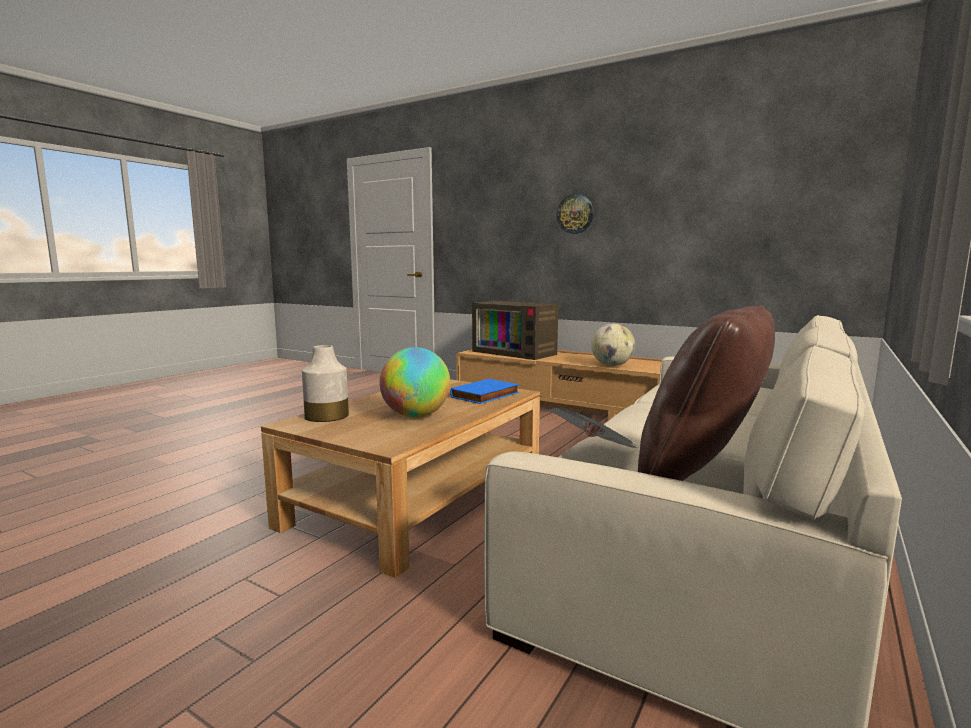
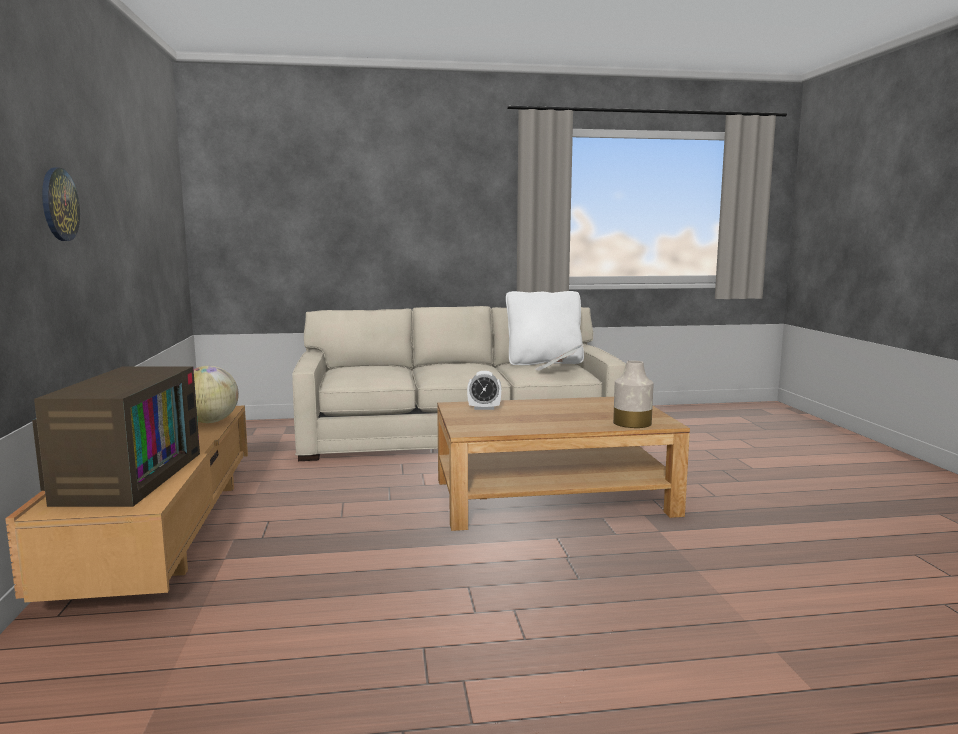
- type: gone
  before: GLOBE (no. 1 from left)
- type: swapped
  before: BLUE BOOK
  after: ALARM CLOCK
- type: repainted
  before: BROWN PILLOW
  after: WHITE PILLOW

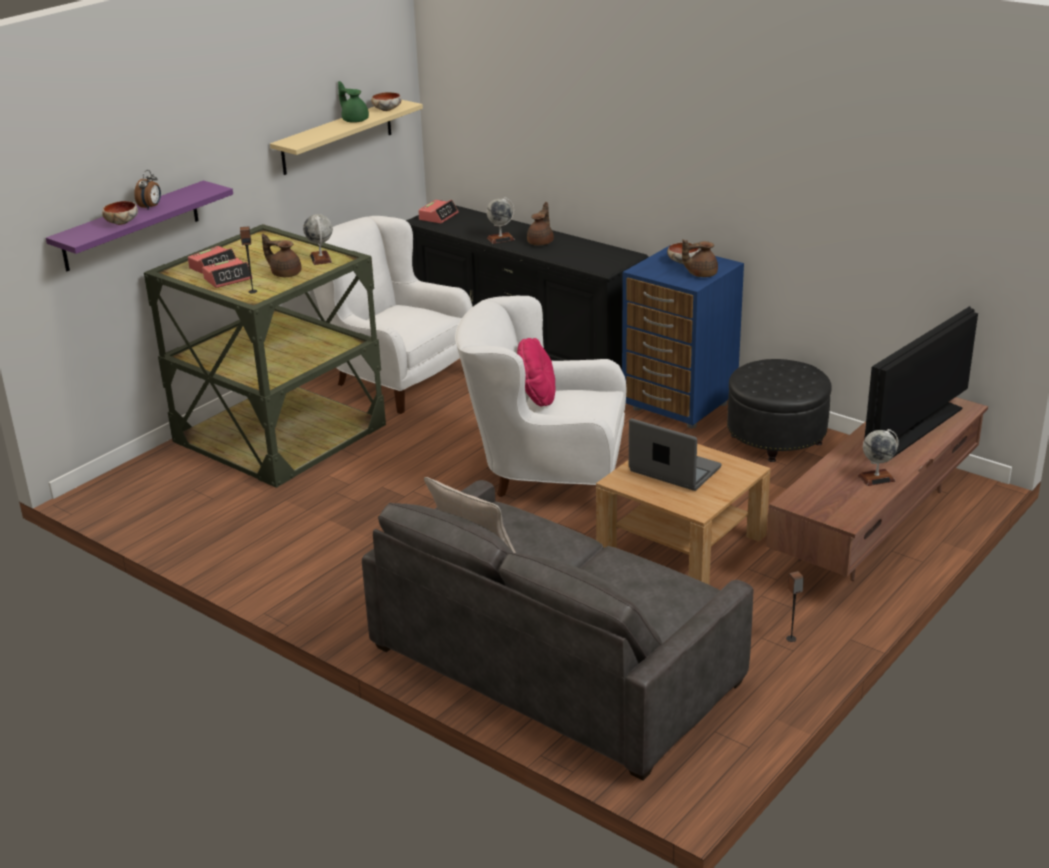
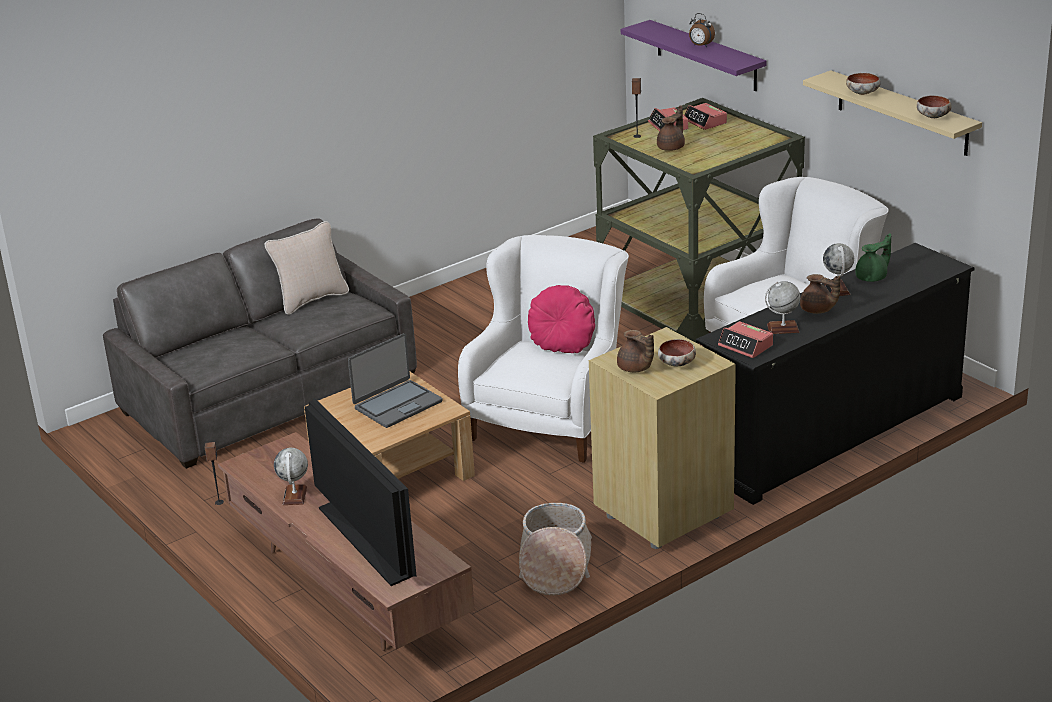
- type: shifted
  before: BOWL (no. 1 from left in the first image)
  after: BOWL (no. 2 from left)
- type: shifted
  before: GLOBE (no. 1 from left in the first image)
  after: GLOBE (no. 2 from left)
- type: shifted
  before: GREEN TEAPOT
- type: shifted
  before: ALARM CLOCK (no. 4 from left)
- type: repainted
  before: BLUE DRESSER
  after: BROWN DRESSER
- type: rotated
  before: BROWN TEAPOT (no. 3 from left in the first image)
  turn: 135
- type: swapped
  before: BLACK OTTOMAN
  after: BASKET

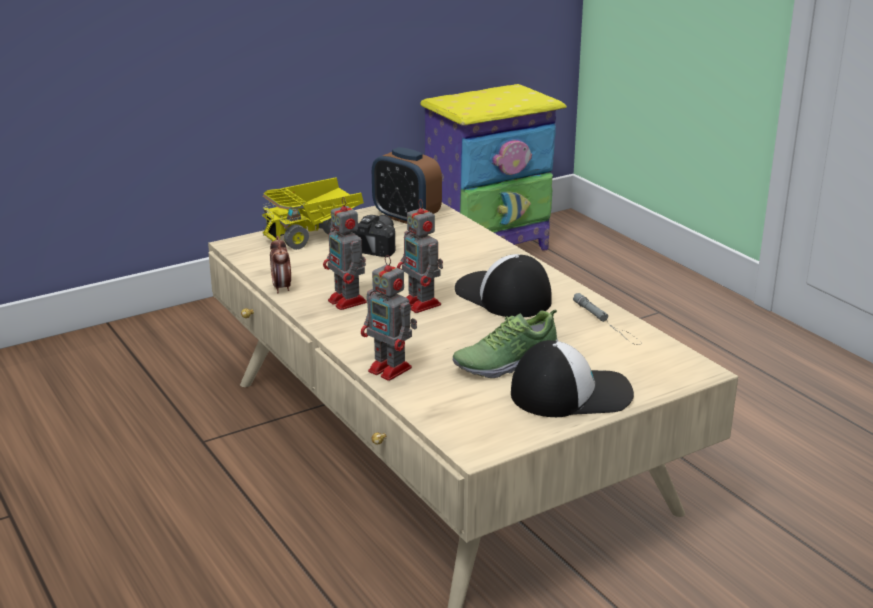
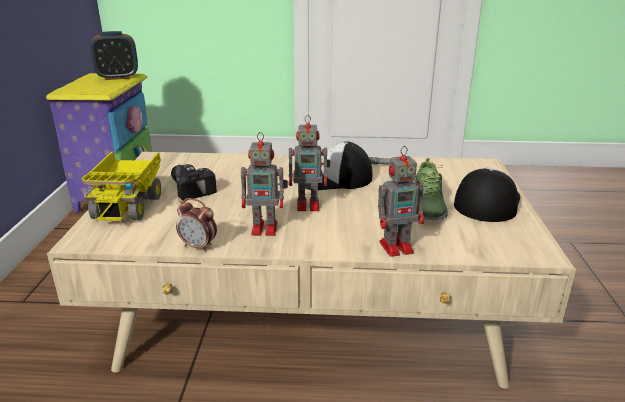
- type: shifted
  before: ALARM CLOCK (no. 2 from left in the first image)
  after: ALARM CLOCK (no. 1 from left)

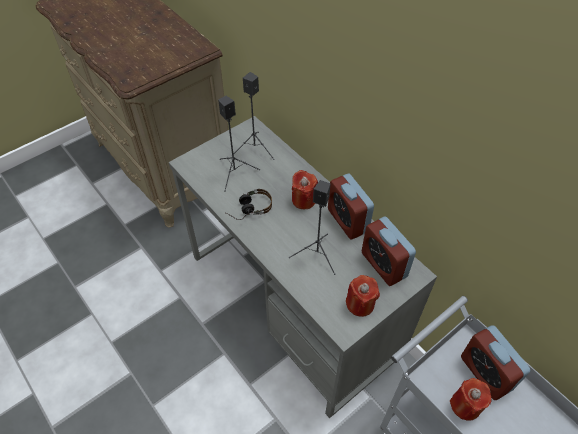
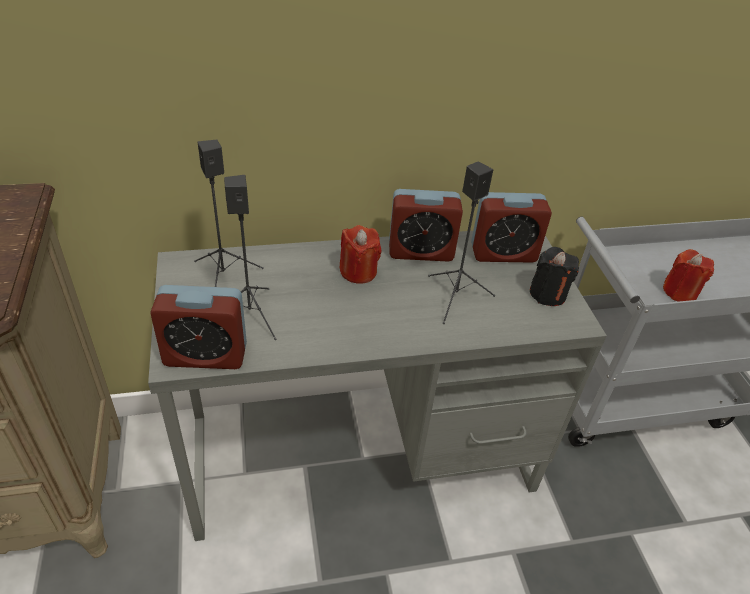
- type: gone
  before: HEADPHONES
- type: repainted
  before: RED CANDLE (no. 2 from left)
  after: BLACK CANDLE
- type: shifted
  before: ALARM CLOCK (no. 3 from left in the first image)
  after: ALARM CLOCK (no. 1 from left)

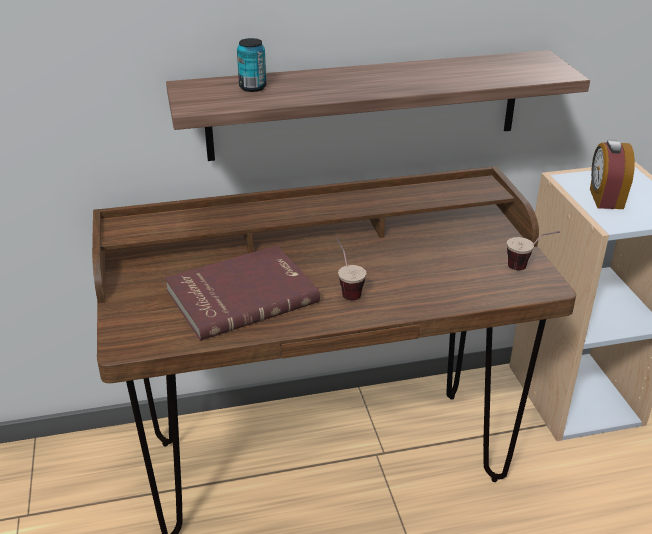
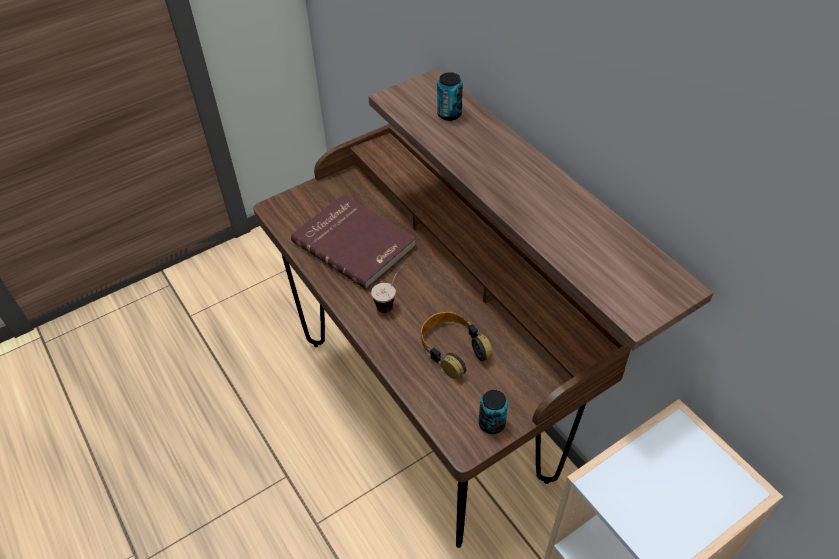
- type: swapped
  before: CUP (no. 2 from left)
  after: CAN (no. 2 from left)
- type: gone
  before: ALARM CLOCK
- type: new
  after: HEADPHONES

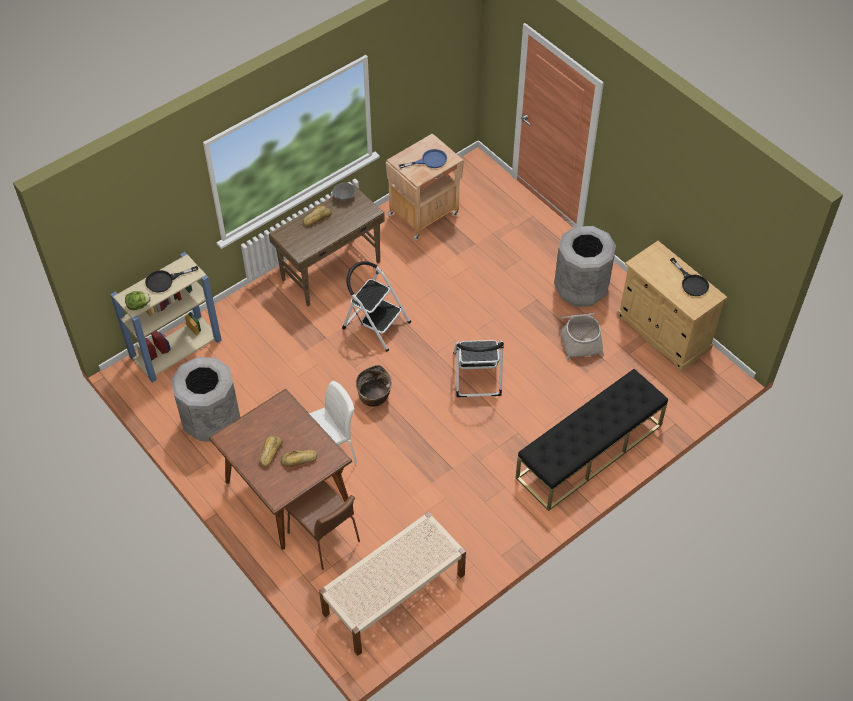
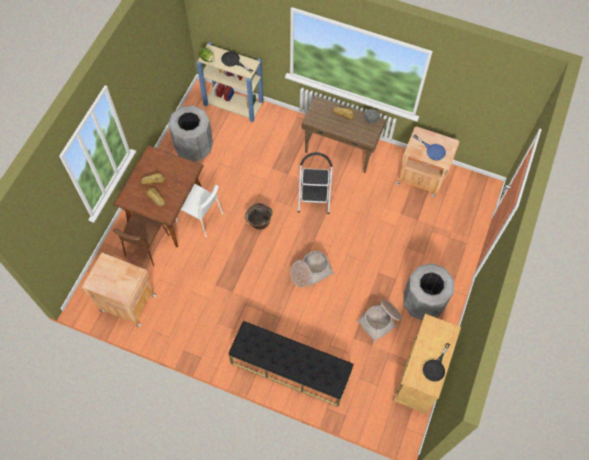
- type: swapped
  before: BEIGE BENCH
  after: BROWN CART (no. 1 from left)
- type: swapped
  before: STEP LADDER (no. 2 from left)
  after: BASKET (no. 2 from left)

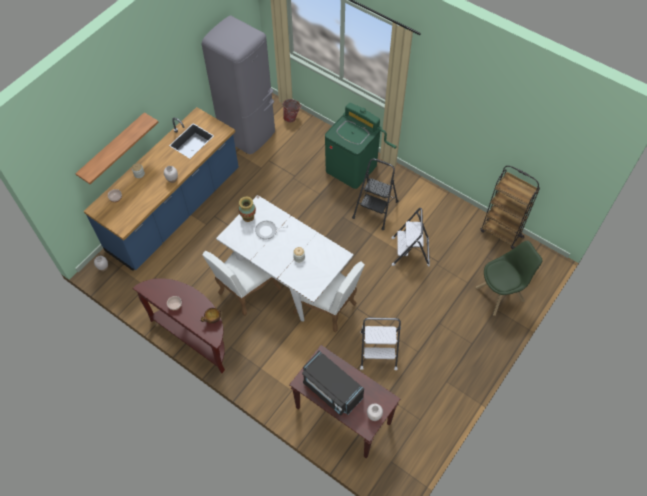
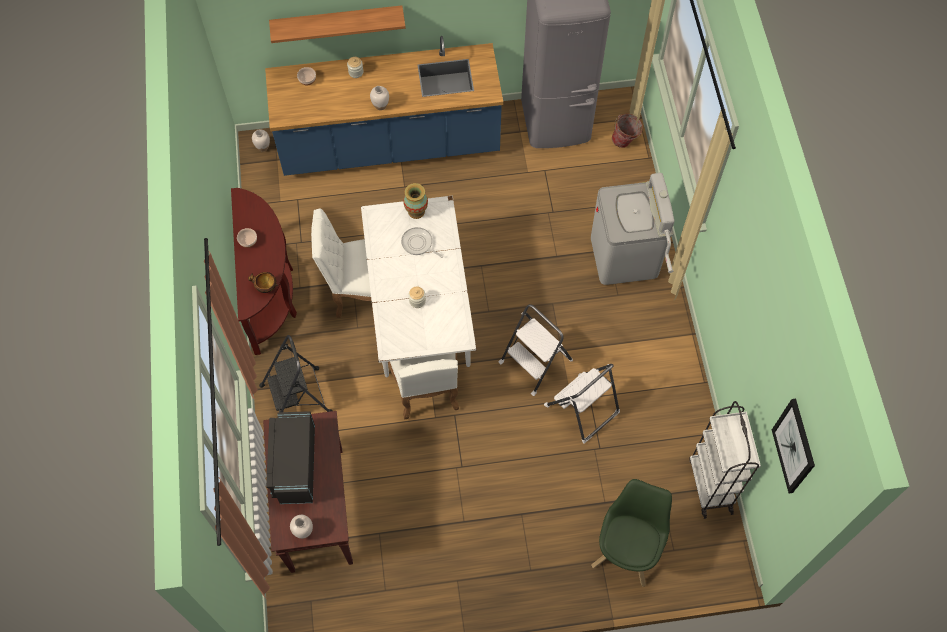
- type: repainted
  before: GREEN WASHING MACHINE
  after: GREY WASHING MACHINE
- type: shifted
  before: BLACK STEP LADDER
- type: shifted
  before: WHITE STEP LADDER (no. 1 from left)
- type: rotated
  before: GREEN CHAIR
  turn: -90
- type: repainted
  before: BROWN CART
  after: WHITE CART
- type: new
  after: PICTURE

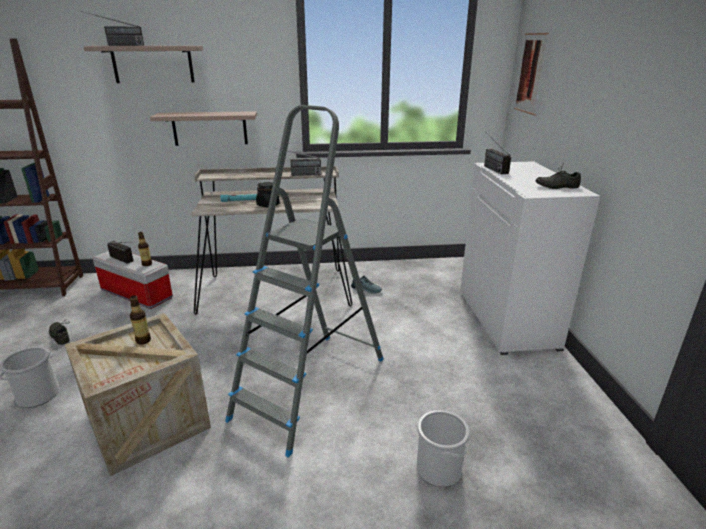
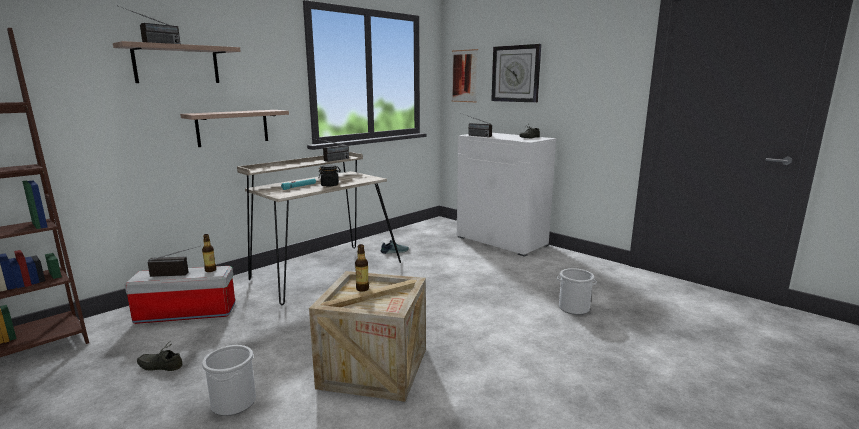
- type: gone
  before: GREY STEP LADDER
- type: new
  after: WALL CLOCK

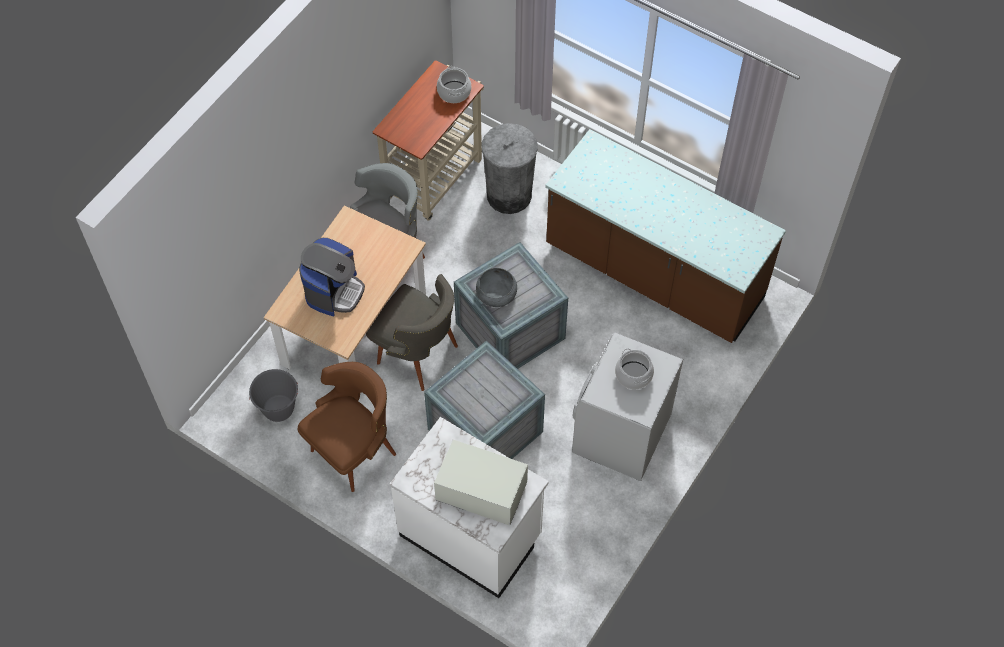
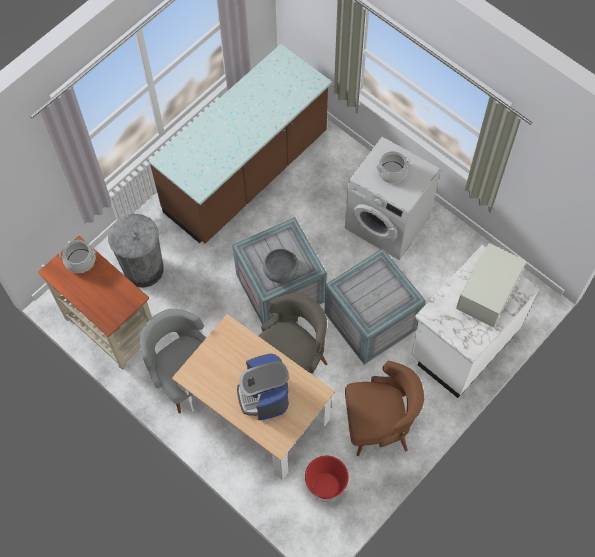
- type: repainted
  before: GREY BUCKET
  after: RED BUCKET
- type: rotated
  before: BROWN CHAIR
  turn: 120
- type: rotated
  before: COFFEE MACHINE
  turn: -135

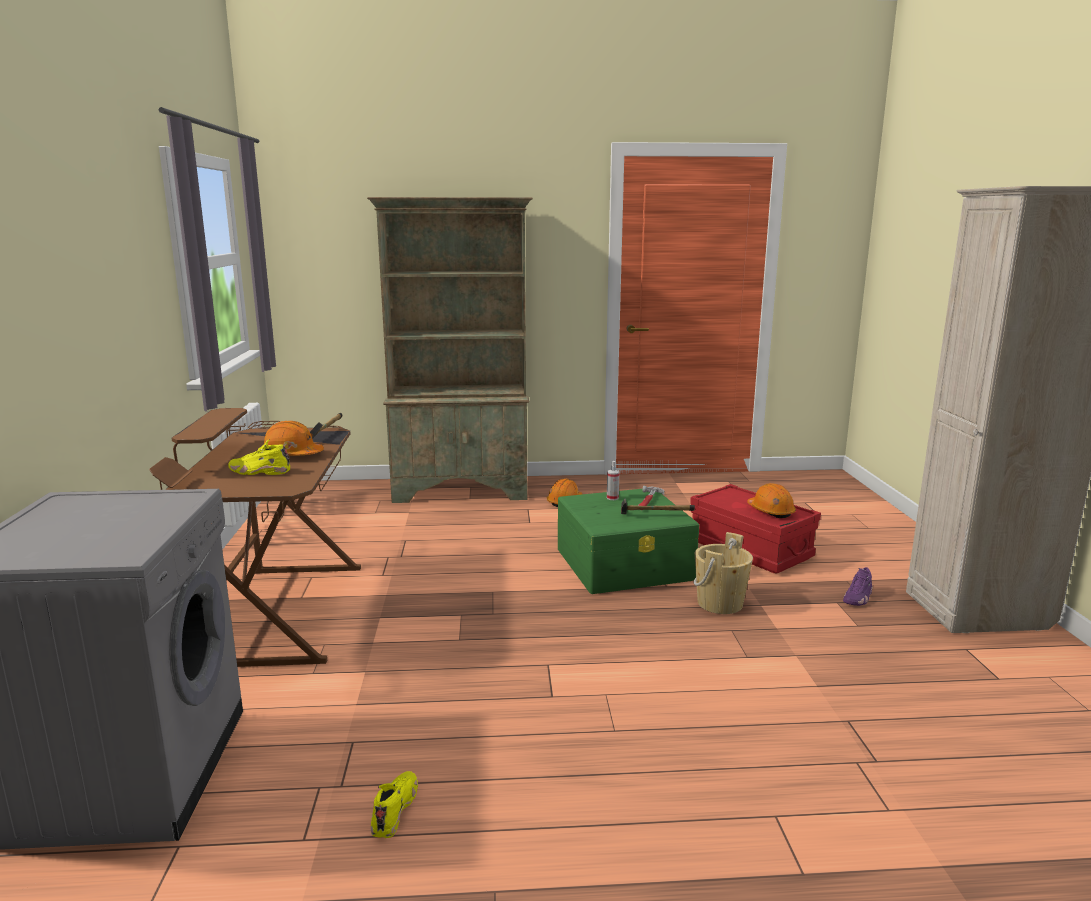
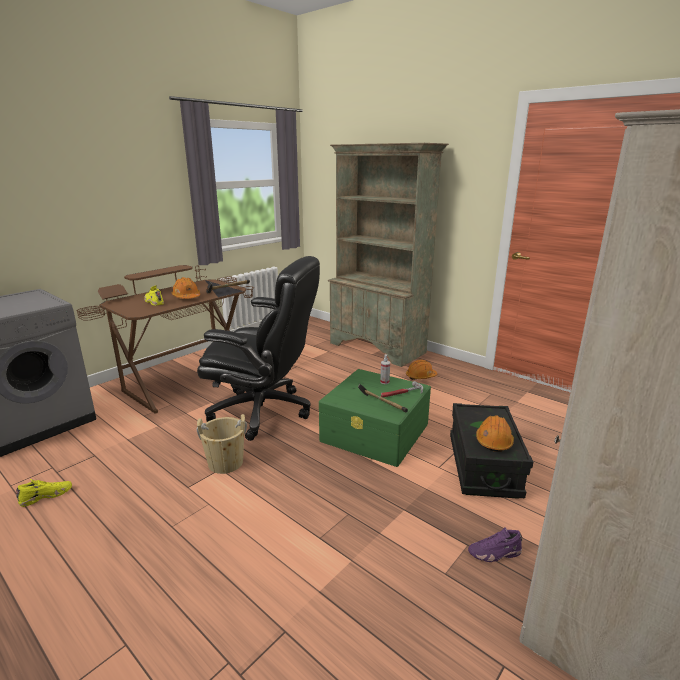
- type: repainted
  before: RED STORAGE BOX
  after: BLACK STORAGE BOX
- type: shifted
  before: BEIGE BUCKET
- type: new
  after: BLACK OFFICE CHAIR

